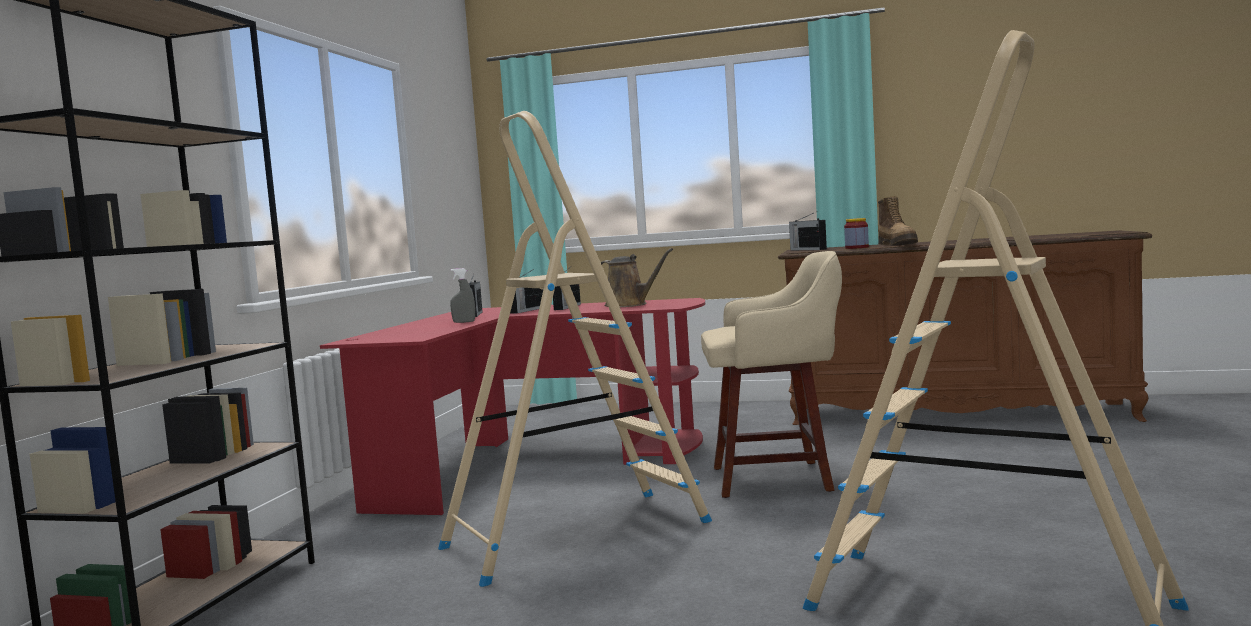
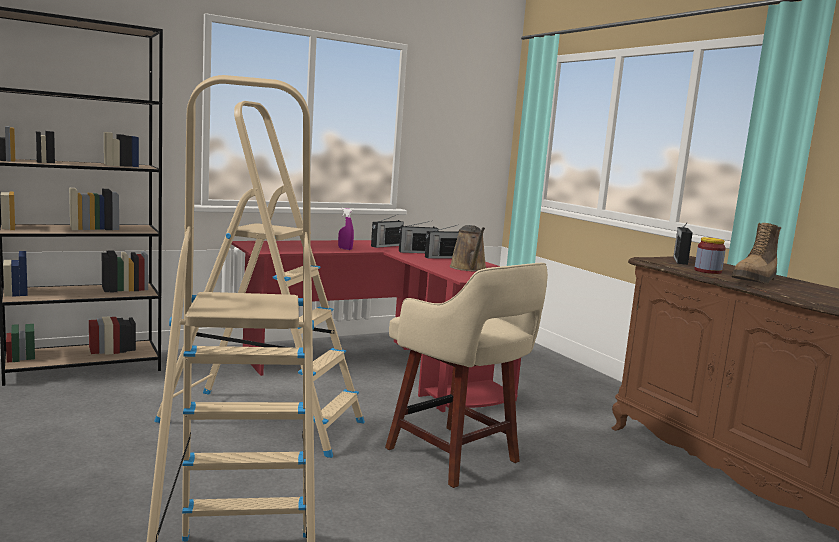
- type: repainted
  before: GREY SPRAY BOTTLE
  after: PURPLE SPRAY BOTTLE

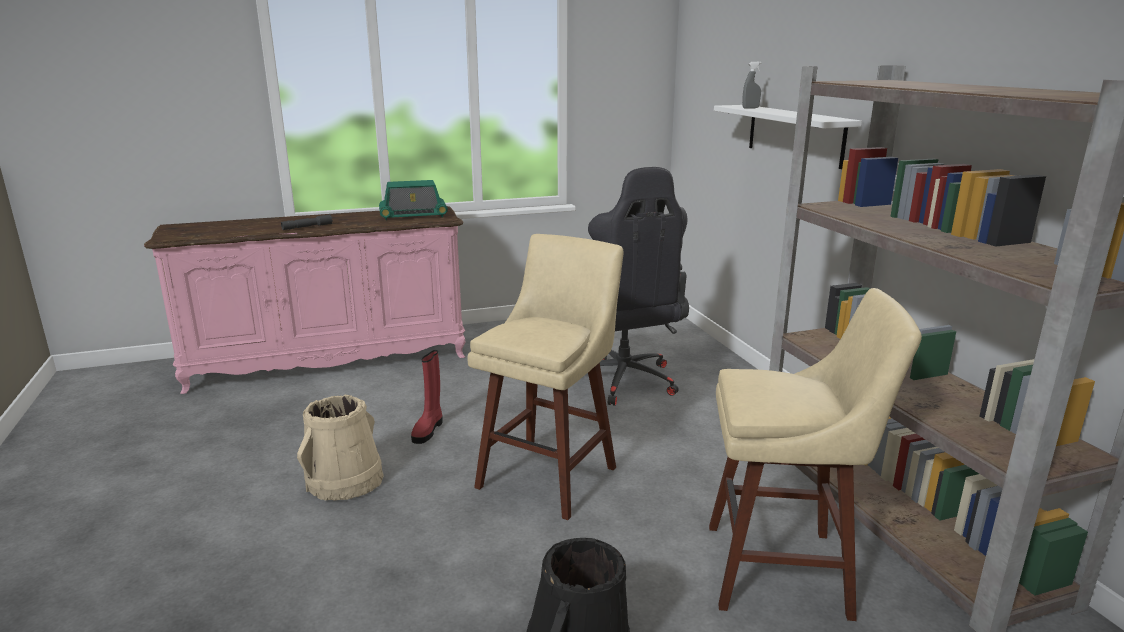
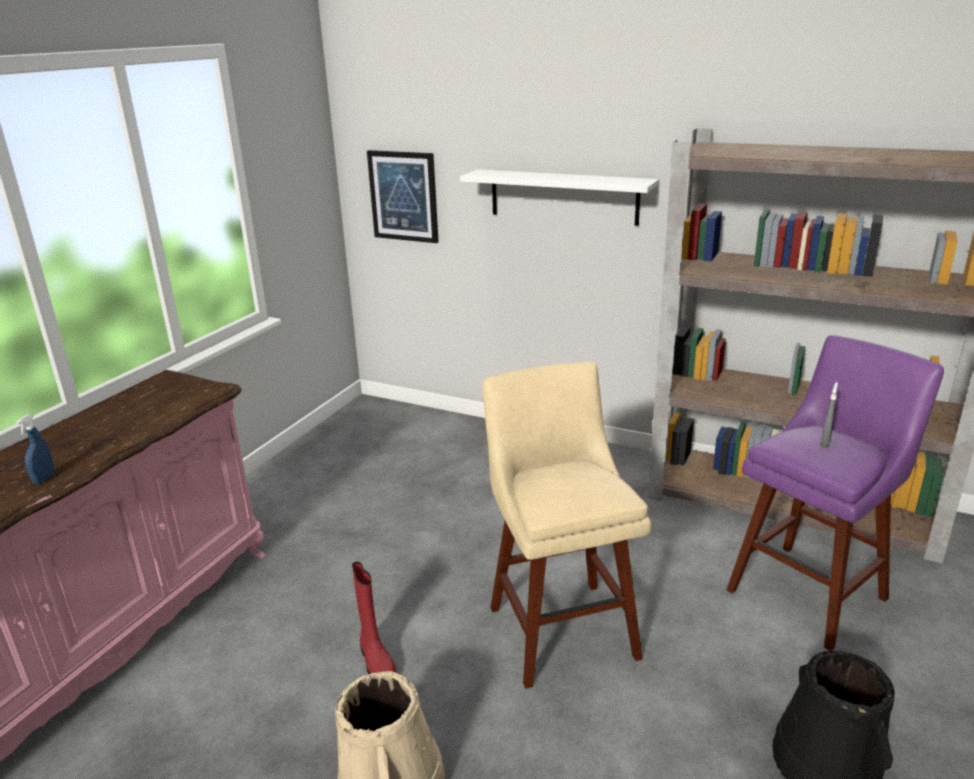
- type: swapped
  before: GREY FLASHLIGHT
  after: BLUE SPRAY BOTTLE
- type: gone
  before: RADIO
- type: gone
  before: BLACK OFFICE CHAIR
- type: repainted
  before: BEIGE STOOL (no. 2 from left)
  after: PURPLE STOOL
- type: shifted
  before: GREY SPRAY BOTTLE
- type: new
  after: PICTURE

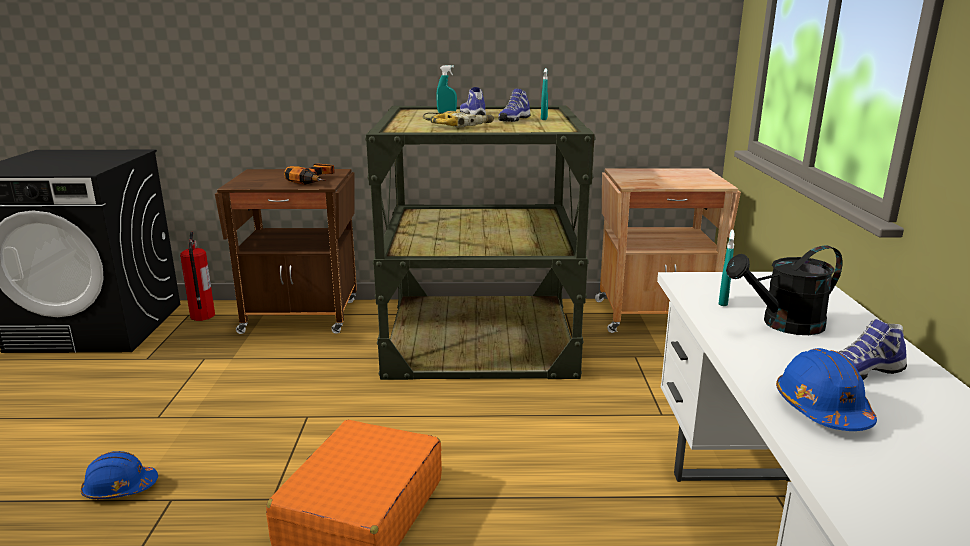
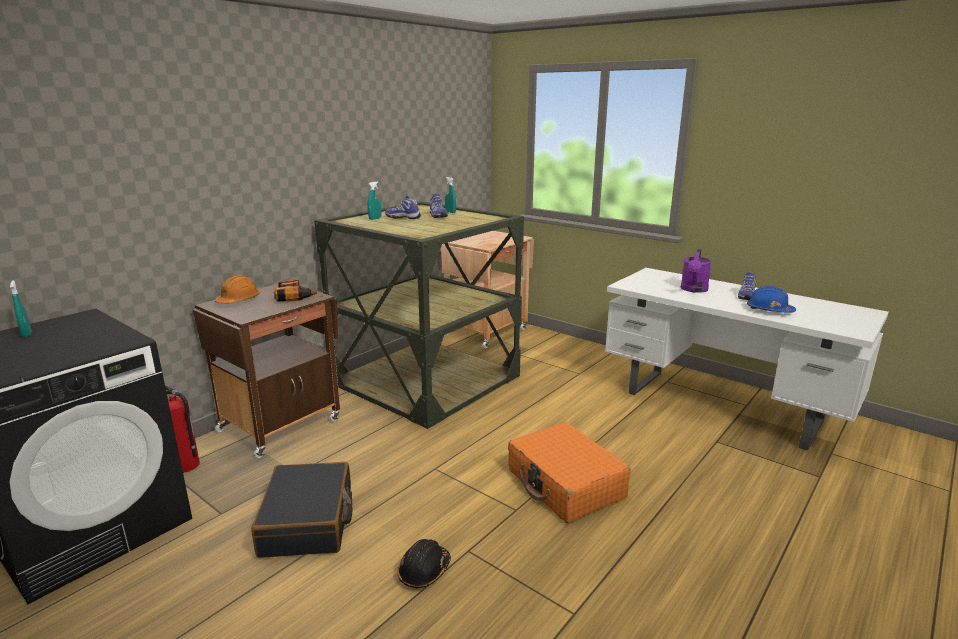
- type: repainted
  before: BLUE HARD HAT (no. 1 from left)
  after: BLACK HARD HAT
- type: gone
  before: POWER DRILL (no. 2 from left)
- type: shifted
  before: TURQUOISE SPRAY BOTTLE (no. 3 from left in the first image)
  after: TURQUOISE SPRAY BOTTLE (no. 1 from left)
- type: repainted
  before: BLACK WATERING CAN
  after: PURPLE WATERING CAN
- type: new
  after: ORANGE HARD HAT
- type: new
  after: BLACK SUITCASE

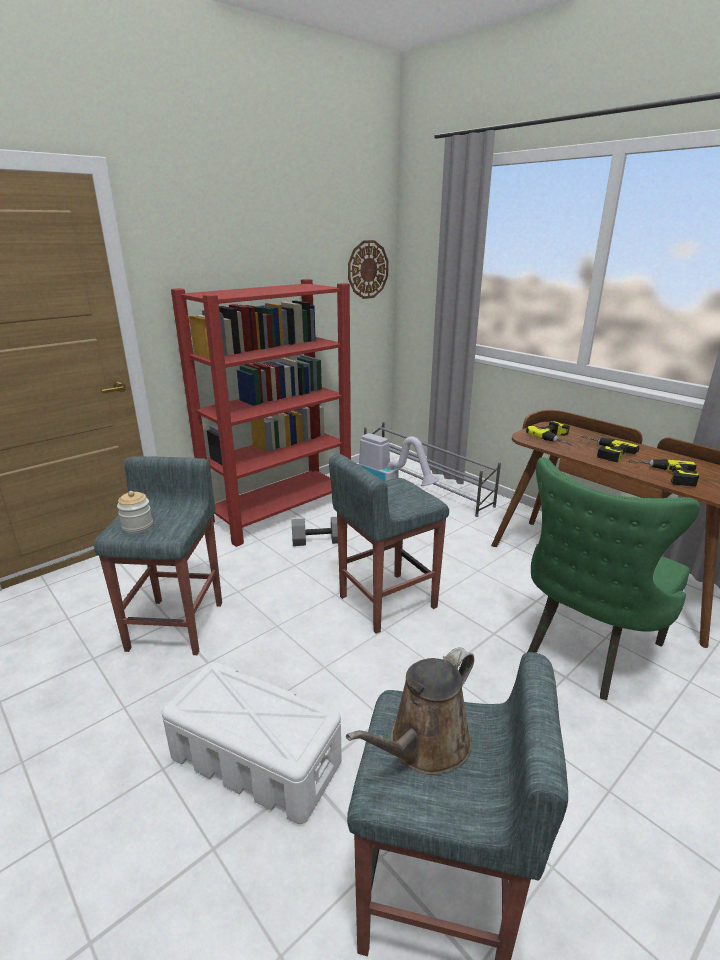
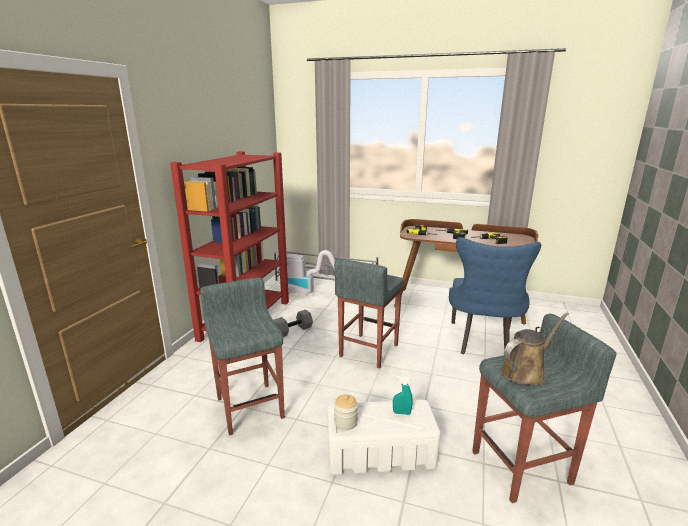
- type: shifted
  before: JAR
- type: rotated
  before: BROWN WATERING CAN
  turn: -135
- type: gone
  before: WALL CLOCK
- type: repainted
  before: GREEN CHAIR
  after: BLUE CHAIR
- type: new
  after: TURQUOISE SPRAY BOTTLE

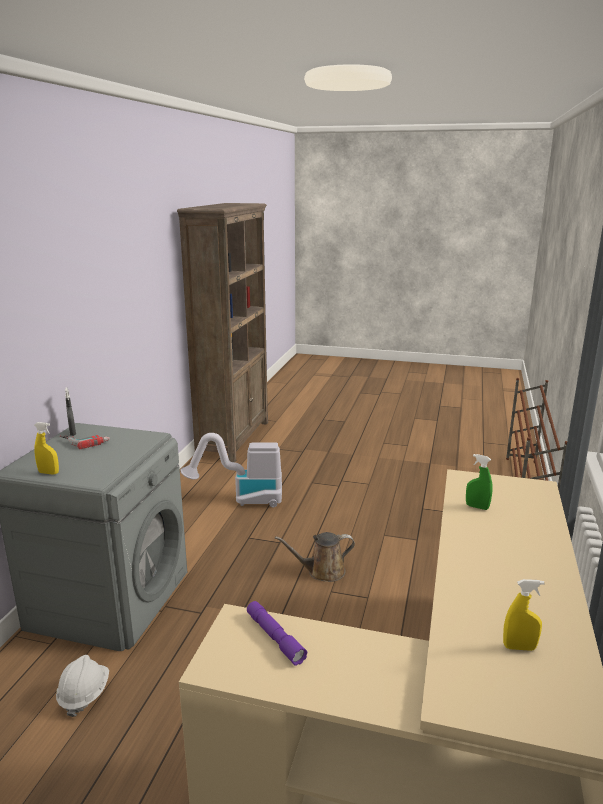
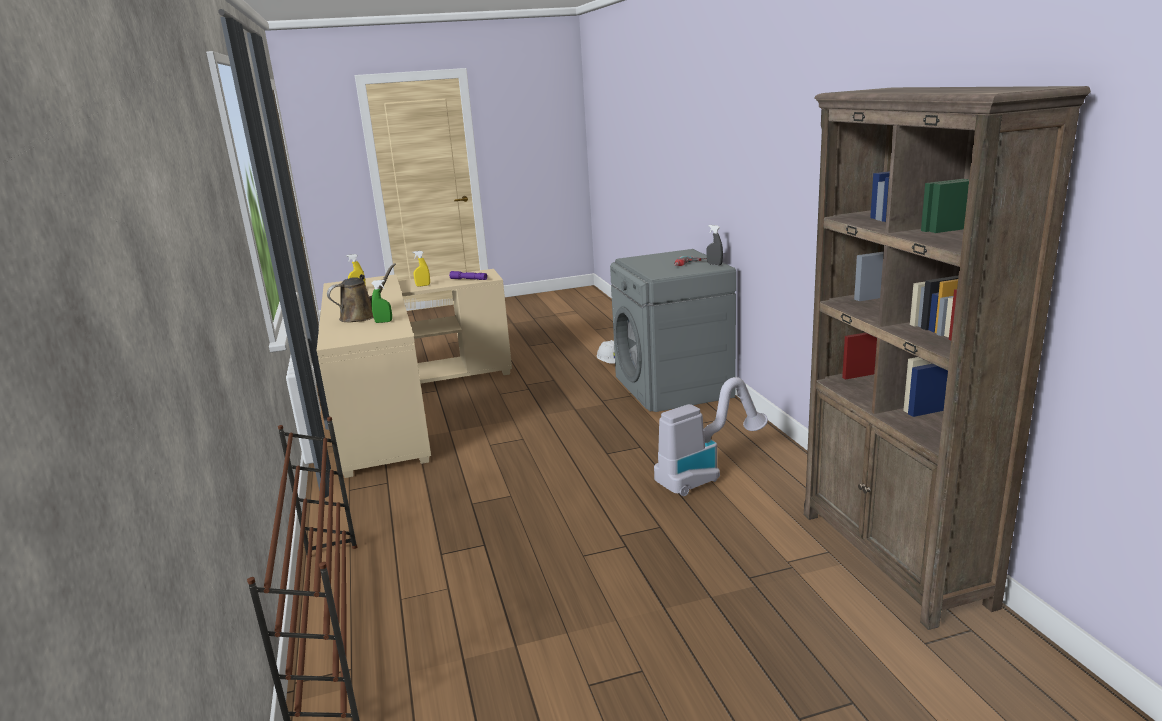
- type: shifted
  before: YELLOW SPRAY BOTTLE (no. 1 from left in the first image)
  after: YELLOW SPRAY BOTTLE (no. 2 from left)
- type: shifted
  before: BROWN WATERING CAN

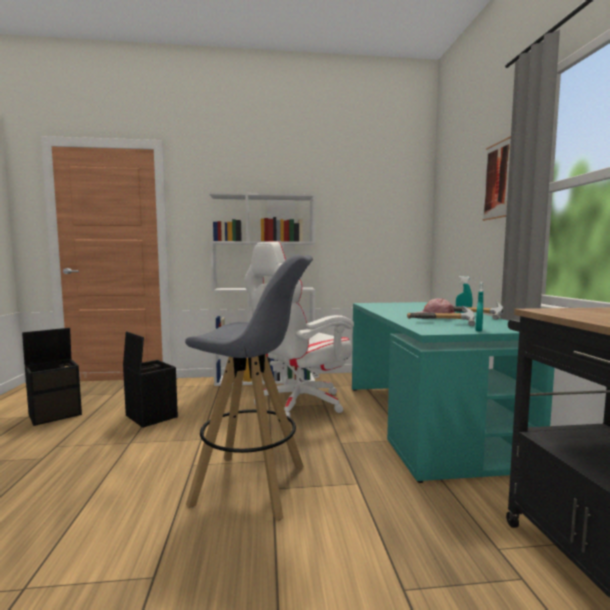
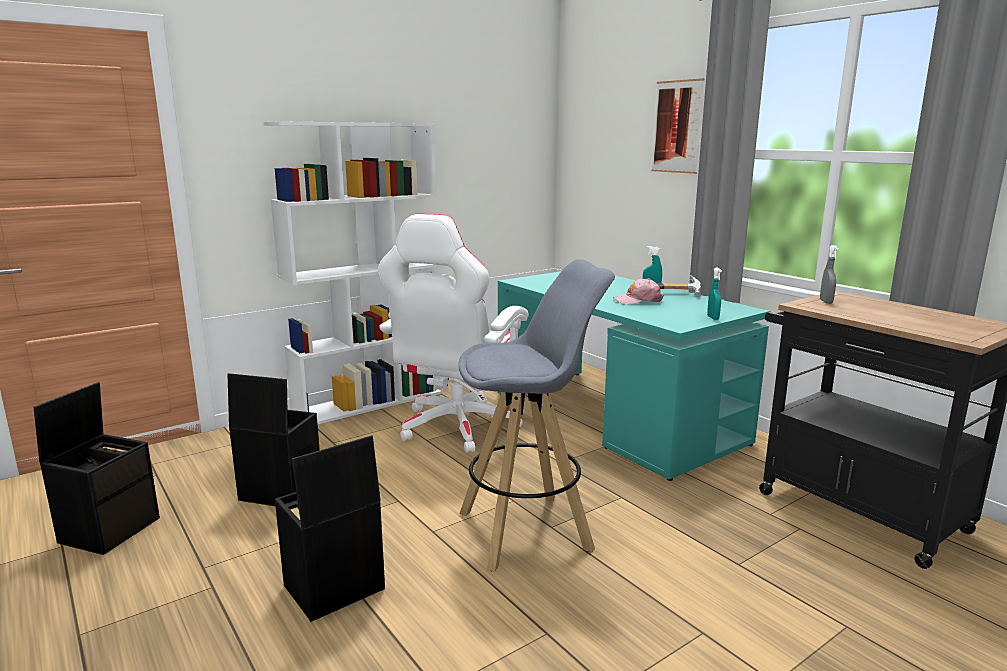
- type: gone
  before: HAMMER (no. 1 from left)
- type: new
  after: BLACK STORAGE BOX (no. 3 from left)
- type: new
  after: GREY SPRAY BOTTLE

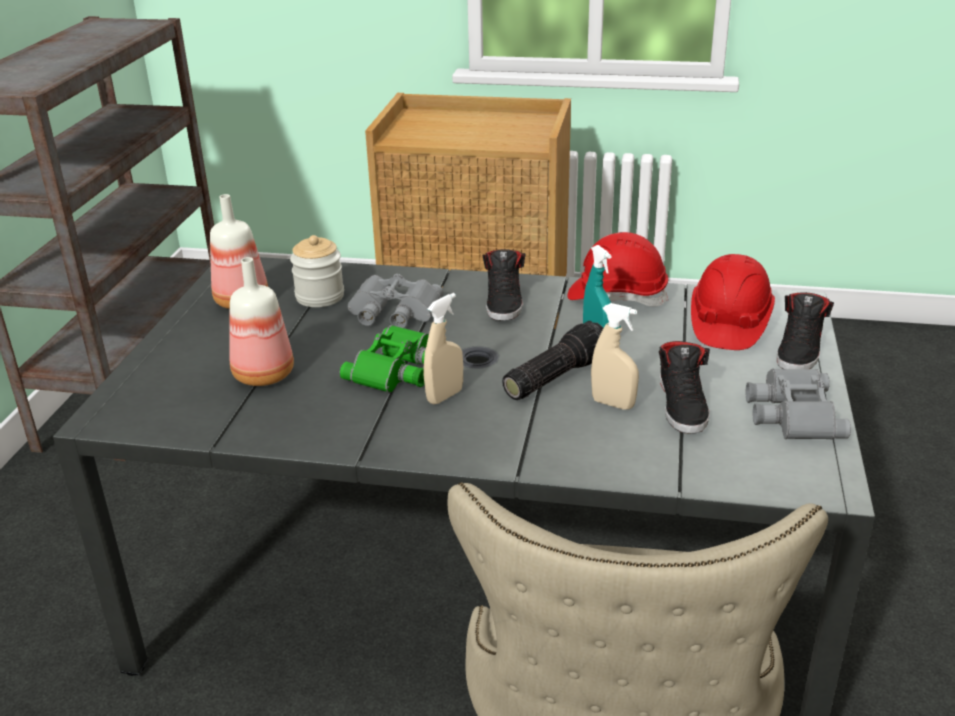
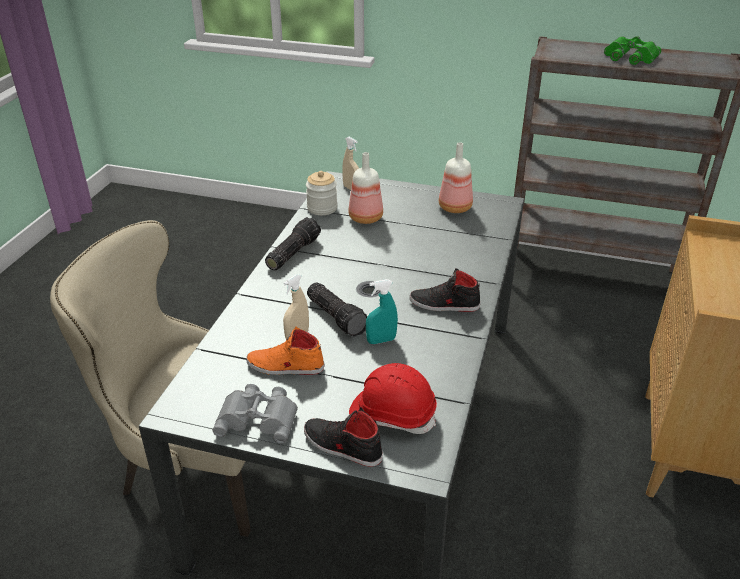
- type: shifted
  before: JAR
- type: shifted
  before: GREEN BINOCULARS
- type: gone
  before: GREY BINOCULARS (no. 1 from left)
- type: shifted
  before: BEIGE SPRAY BOTTLE (no. 1 from left in the first image)
  after: BEIGE SPRAY BOTTLE (no. 2 from left)
- type: gone
  before: RED HARD HAT (no. 1 from left)
- type: repainted
  before: BLACK SHOE (no. 2 from left)
  after: ORANGE SHOE
- type: new
  after: FLASHLIGHT (no. 1 from left)

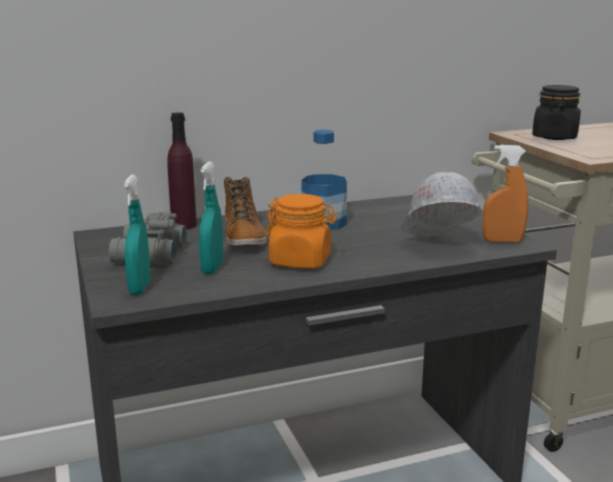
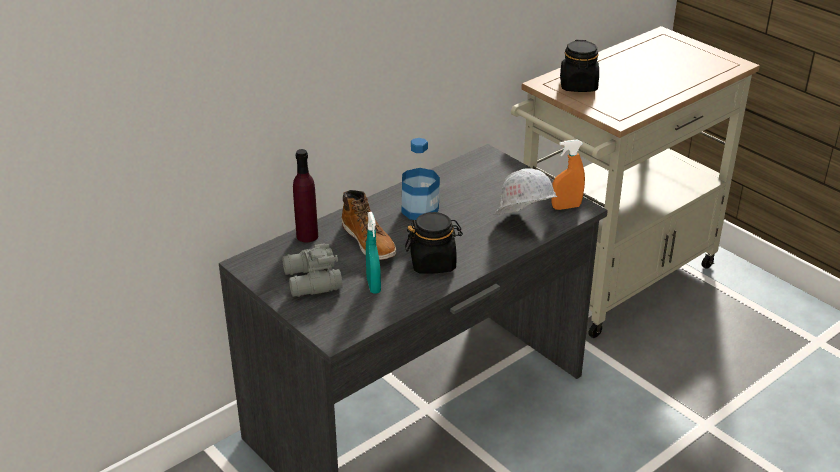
- type: gone
  before: TURQUOISE SPRAY BOTTLE (no. 1 from left)
- type: repainted
  before: ORANGE JAR
  after: BLACK JAR (no. 1 from left)

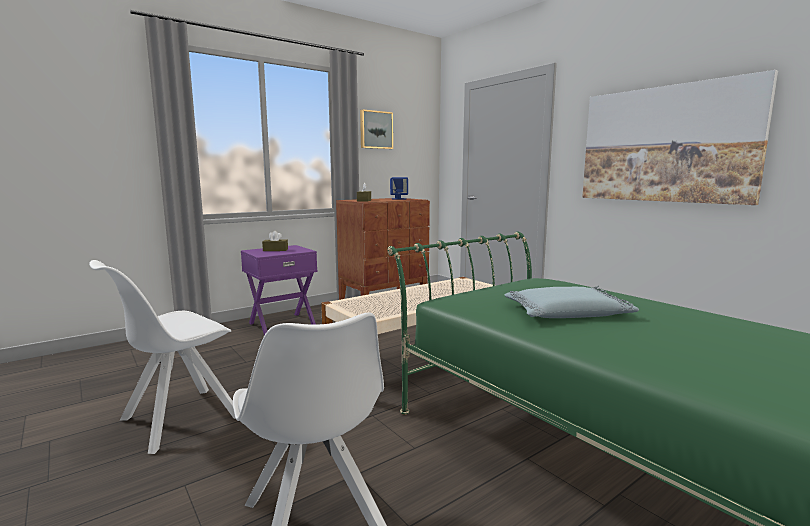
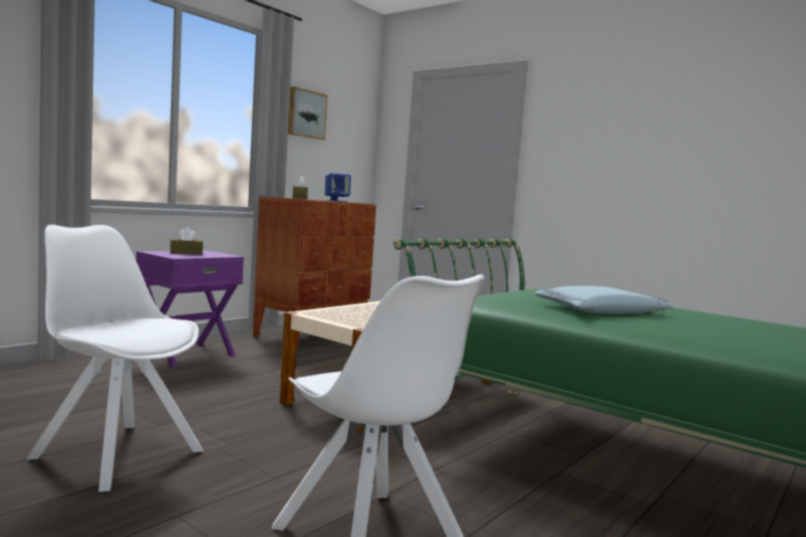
- type: rotated
  before: WHITE CHAIR (no. 1 from left)
  turn: 90
- type: gone
  before: PICTURE (no. 2 from left)

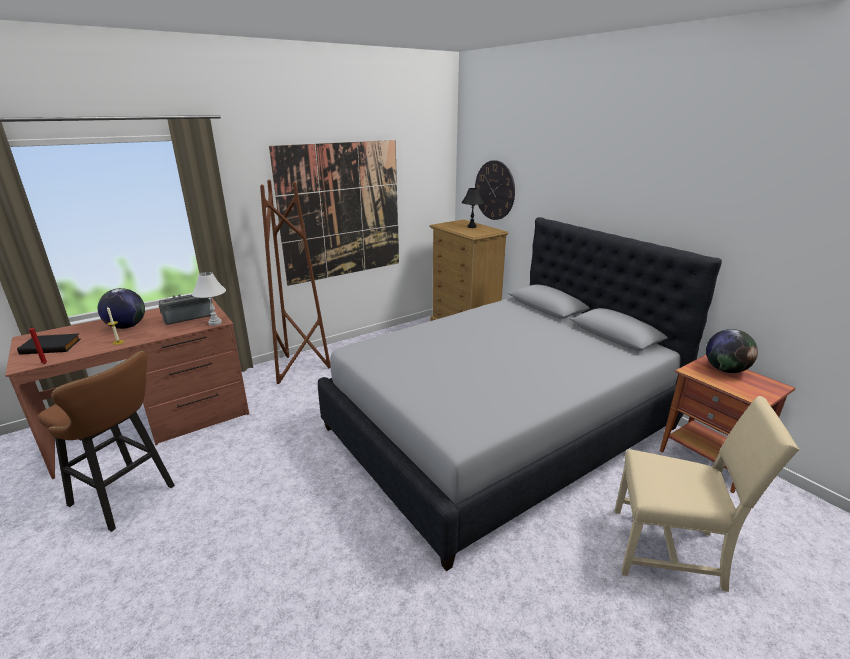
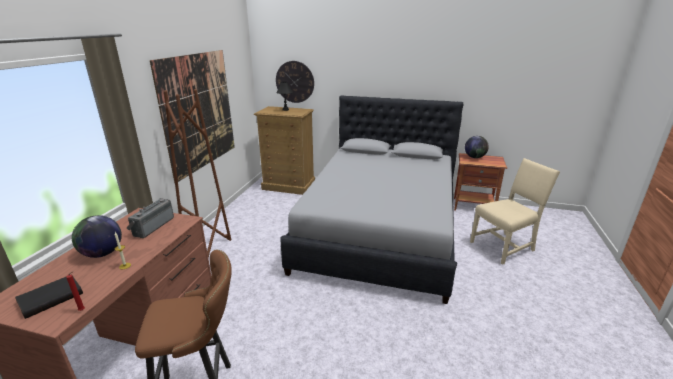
- type: gone
  before: WHITE TABLE LAMP

